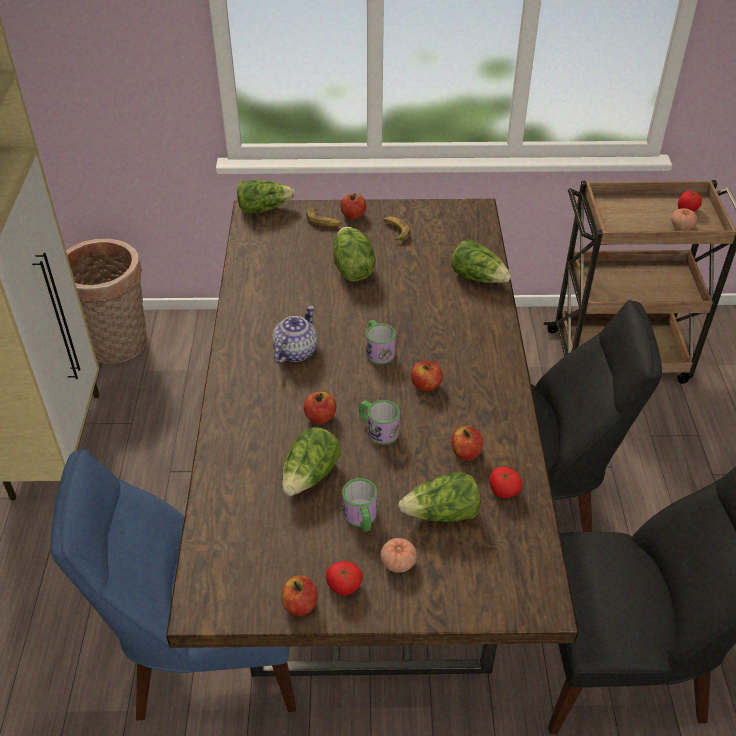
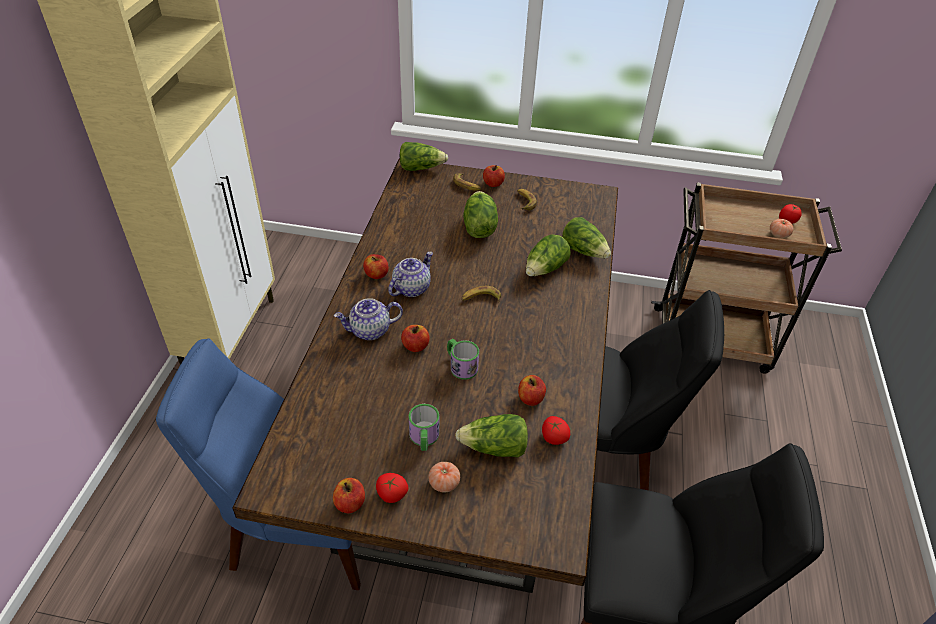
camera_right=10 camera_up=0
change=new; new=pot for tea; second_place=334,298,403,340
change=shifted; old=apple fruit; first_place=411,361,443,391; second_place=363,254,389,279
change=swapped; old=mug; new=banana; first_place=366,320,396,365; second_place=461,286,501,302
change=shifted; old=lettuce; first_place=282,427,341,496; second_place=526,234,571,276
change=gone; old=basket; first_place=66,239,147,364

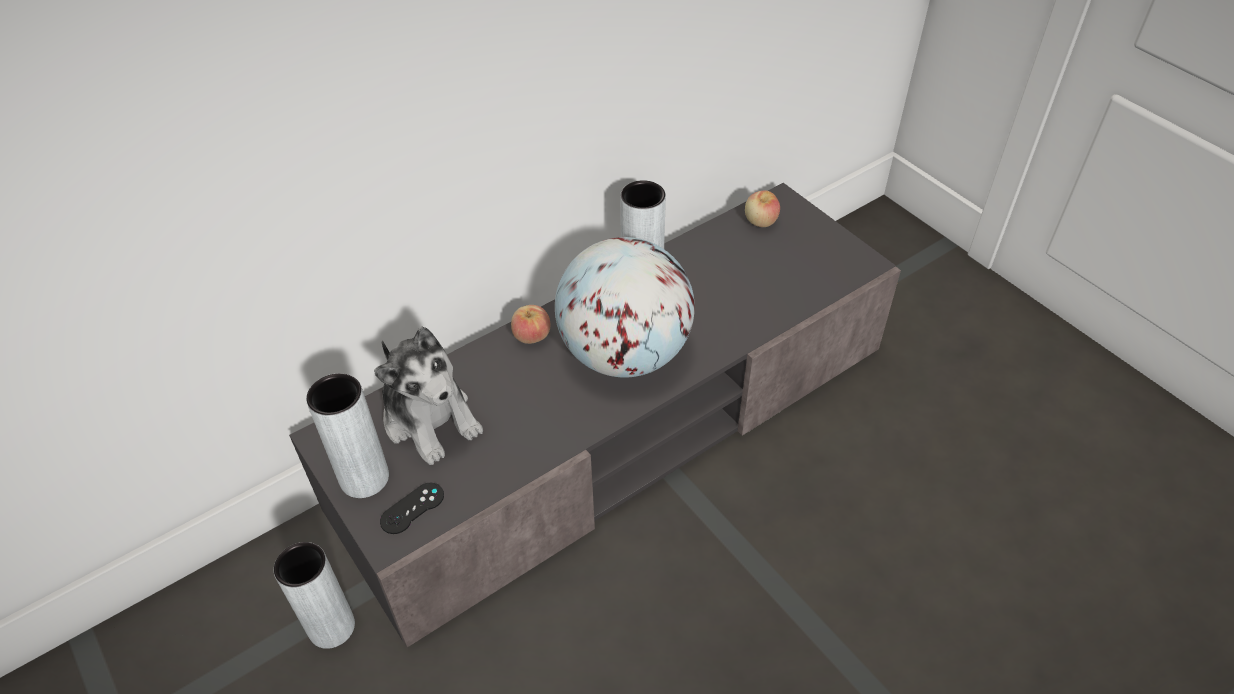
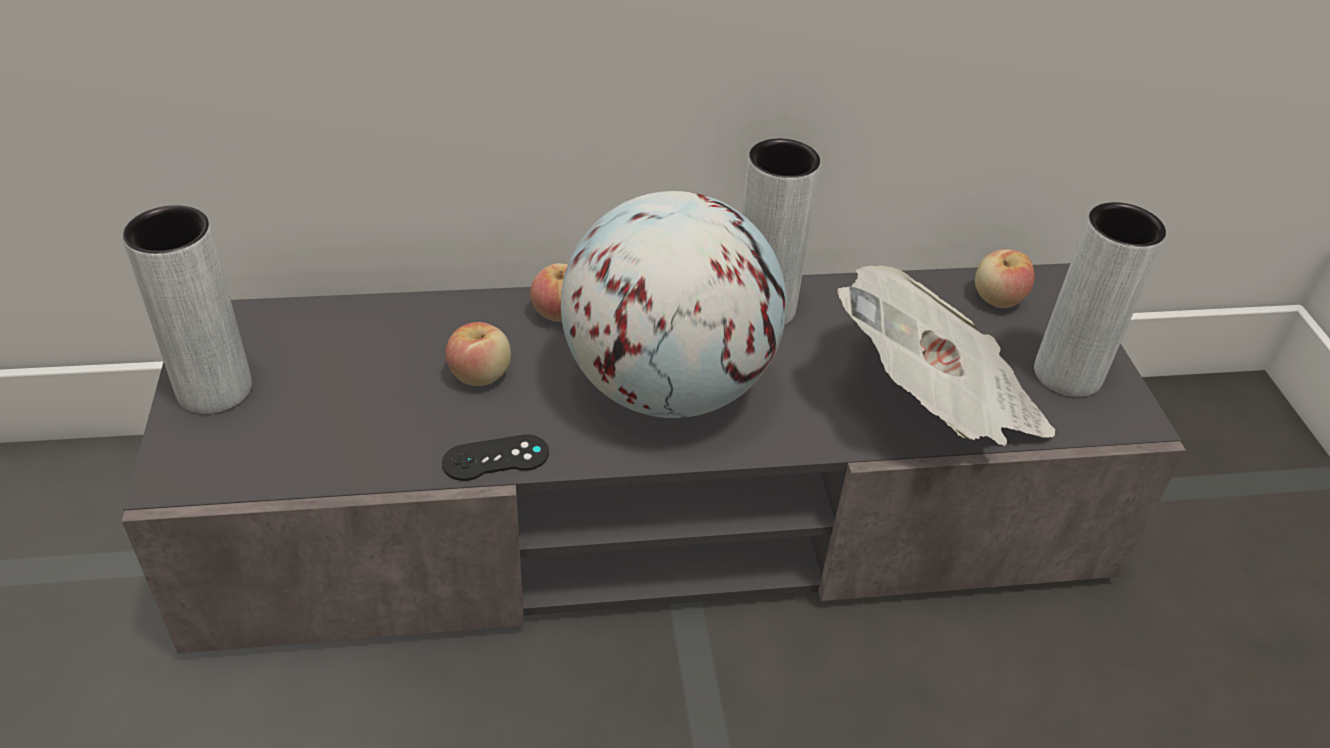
camera_right=25 camera_up=-5
change=shifted; old=black-coloured game controller; first_place=380,483,444,534; second_place=442,434,549,481
change=new; new=apple fruit; second_place=445,322,511,386
change=new; new=daily paper; second_place=837,265,1055,446
change=shifted; old=greyish flower vase; first_place=274,542,355,649; second_place=1034,202,1166,397
change=gone; old=plush toy; first_place=374,327,483,465

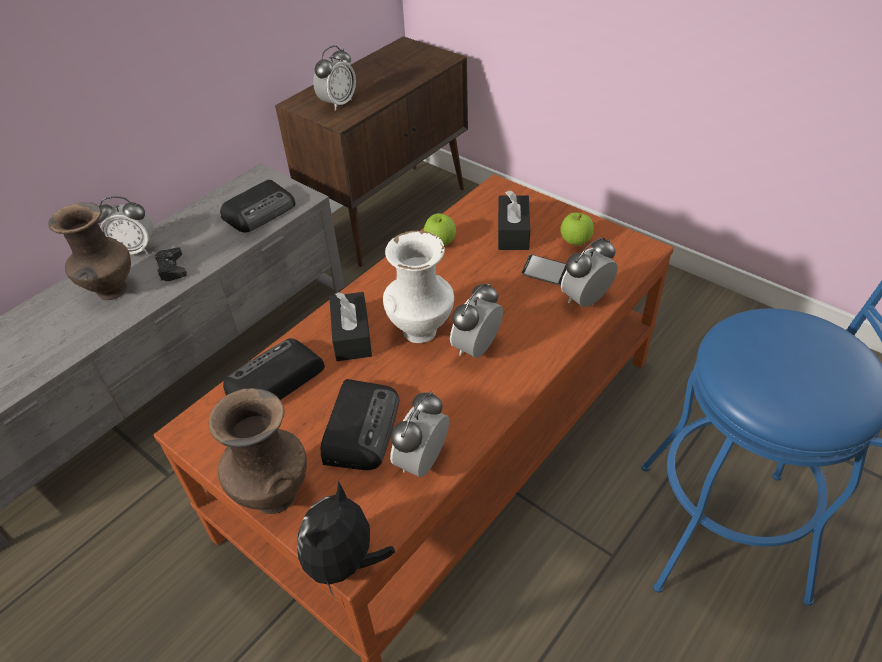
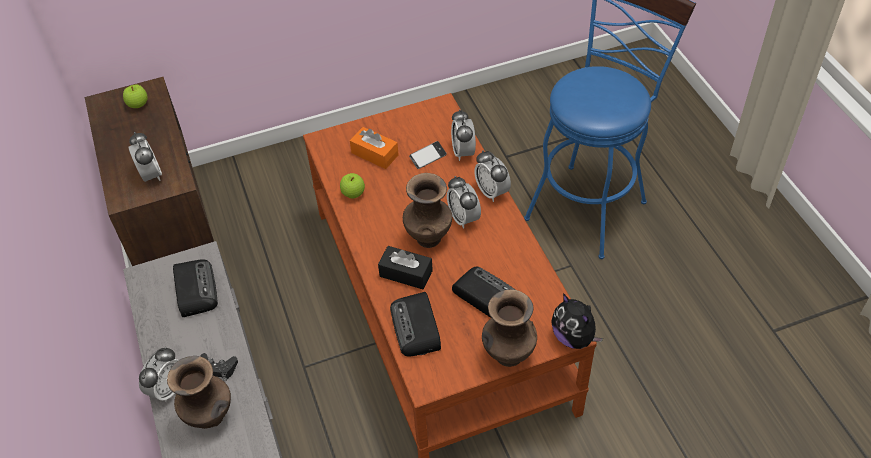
camera_right=-60 camera_up=5
change=shifted; old=apple fruit; first_place=560,212,594,245; second_place=123,84,148,108
change=repainted; old=black-coloured tissue box; new=orangey tissue box; first_place=498,190,530,250; second_place=350,127,399,169
change=repainted; old=whitish flower vase; new=brown flower vase; first_place=383,231,454,343; second_place=403,173,452,248
change=shifted; old=alarm clock; first_place=390,391,449,477; second_place=474,151,511,202

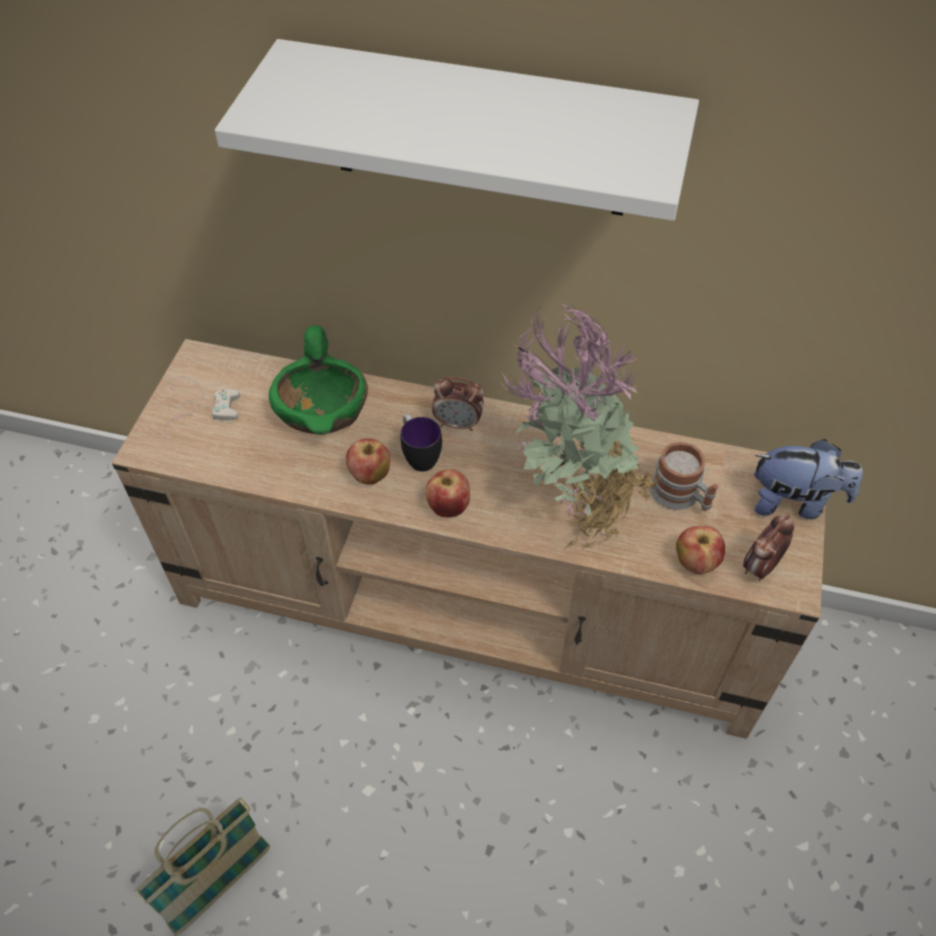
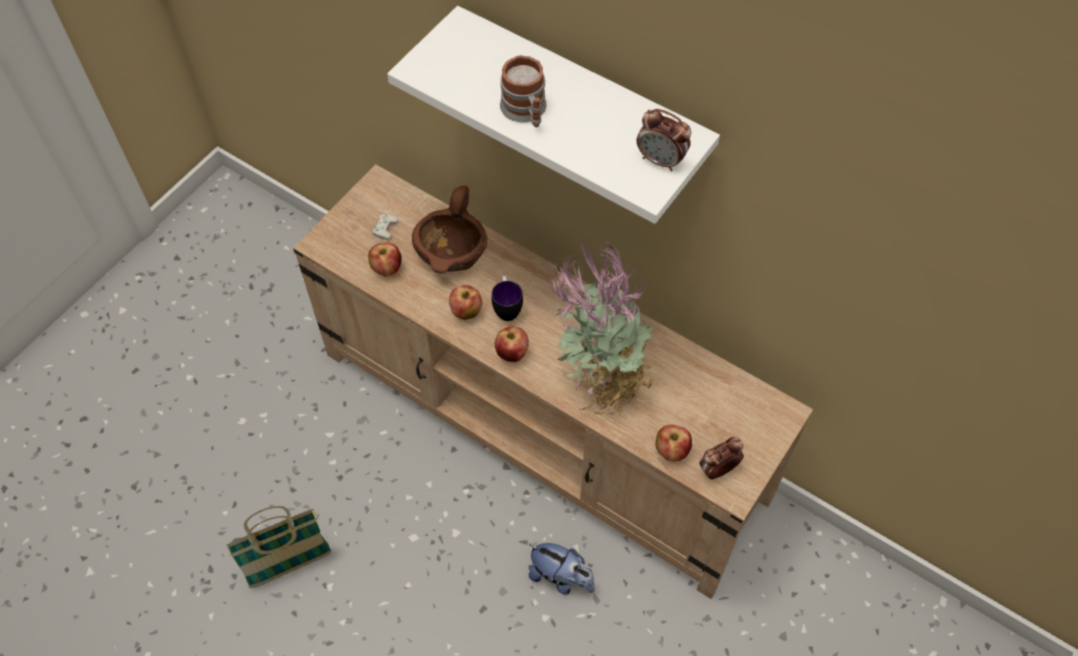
camera_right=20 camera_up=5
change=new; new=apple fruit; second_place=368,242,402,276
change=repainted; old=green deep dish; new=brown deep dish; first_place=269,325,368,435; second_place=412,185,487,274
change=shifted; old=mug; first_place=650,442,718,511; second_place=500,55,547,127
change=shifted; old=plush toy; first_place=754,439,863,519; second_place=529,543,595,595
change=shifted; old=alarm clock; first_place=432,377,484,431; second_place=637,109,691,171

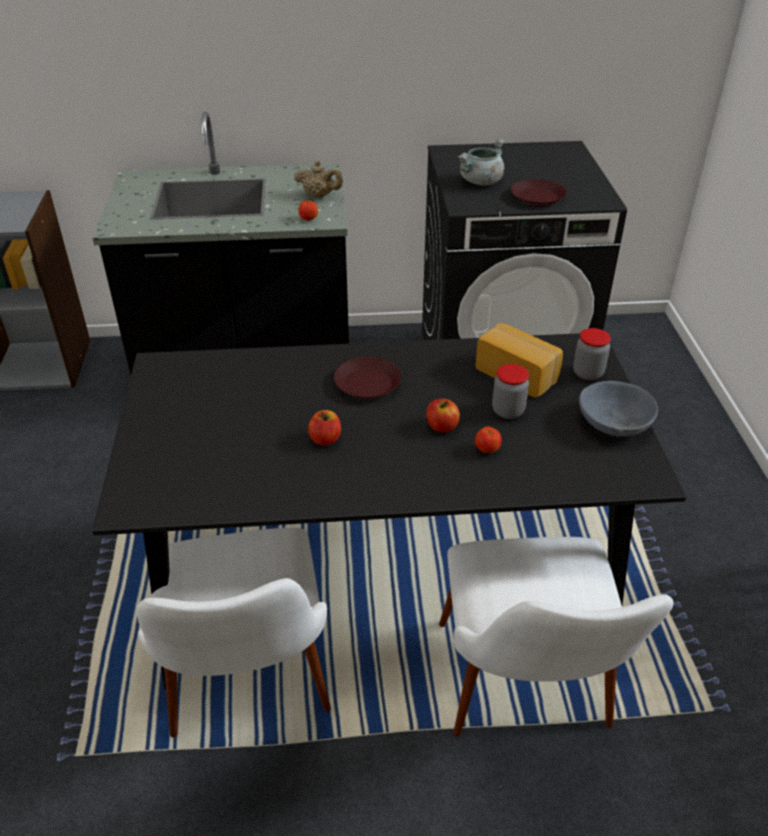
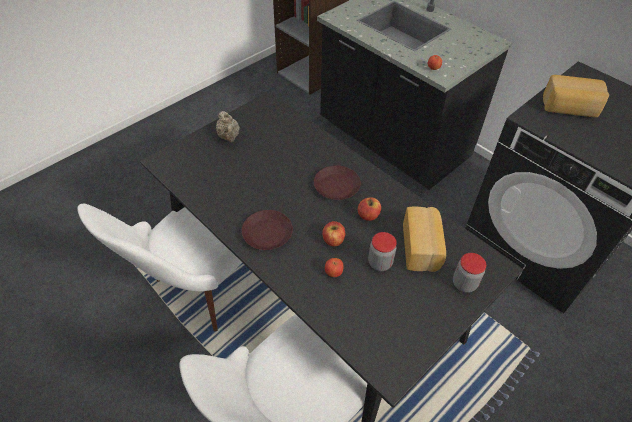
camera_right=50 camera_up=10
change=shifted; old=beige-coloured pot for tea; first_place=294,160,343,197; second_place=216,111,240,142
change=shifted; old=brown flat dish; first_place=511,179,567,206; second_place=242,210,293,250
change=shifted; old=apple fruit; first_place=308,410,341,446; second_place=358,197,381,221
change=swapped; old=greyish stockpot; new=baked bread; first_place=457,138,505,186; second_place=543,75,609,117
change=gone; old=greyish deep dish; first_place=579,381,658,437

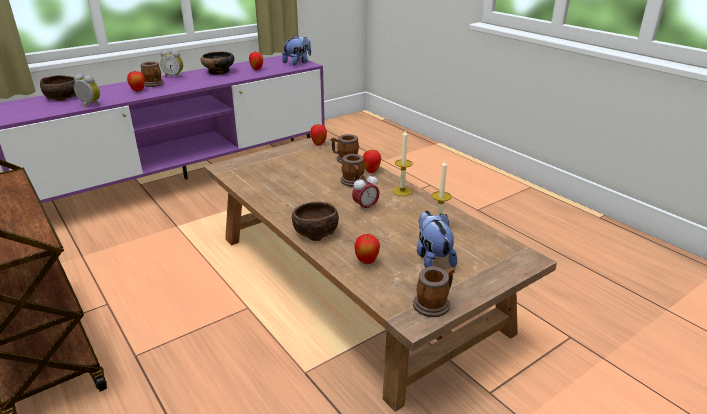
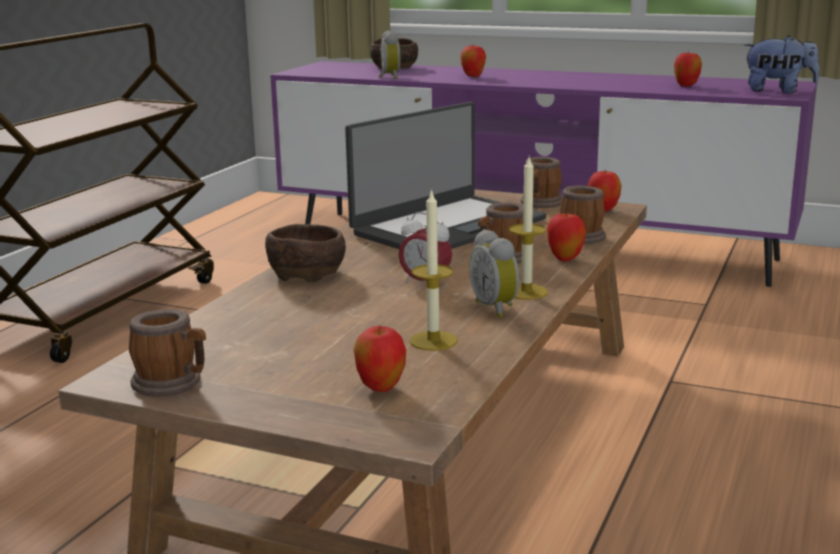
camera_right=60 camera_up=-10
change=new; new=portable computer; second_place=345,102,546,249
change=shifted; old=apple fruit; first_place=354,234,380,264; second_place=353,325,406,392
change=shifted; old=alarm clock; first_place=160,50,183,78; second_place=469,229,519,318
change=shifted; old=mug; first_place=141,61,164,87; second_place=521,157,562,208
change=gone; old=deep dish; first_place=201,52,235,75
change=gone; old=plush toy; first_place=417,211,457,268

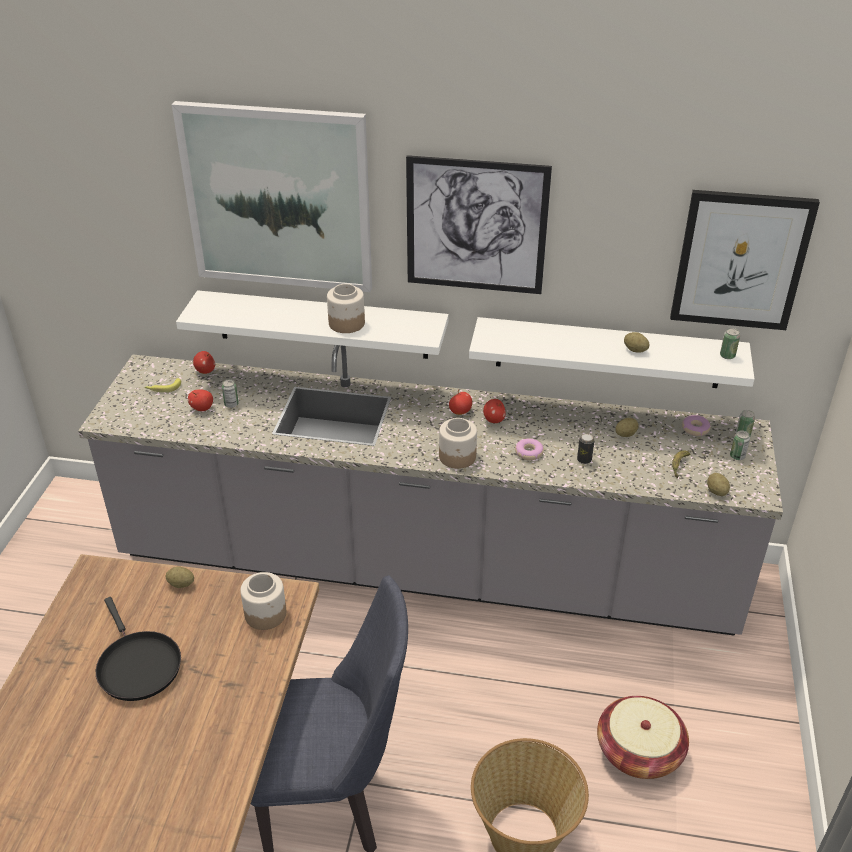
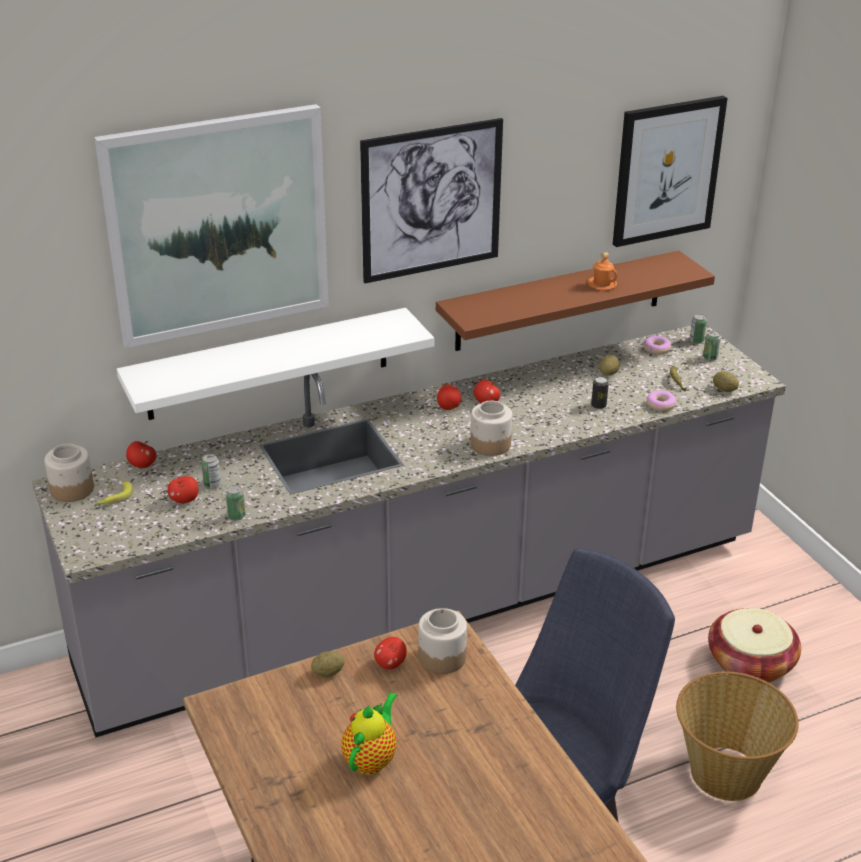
camera_right=-35 camera_up=-5
change=shifted; old=jar; first_place=327,284,365,333; second_place=44,444,94,502
change=shifted; old=sealed can; first_place=720,328,740,359; second_place=225,485,245,521
change=swapped; old=black-coloured pan; new=pot for tea; first_place=96,597,181,701; second_place=341,692,397,775
change=new; new=apple fruit; second_place=374,637,407,670
change=repainted; old=whitish shelf; new=brown shelf; first_place=469,317,754,388; second_place=436,251,715,351
change=swapped; old=spud; new=orangey mug; first_place=624,332,649,353; second_place=587,252,617,290
change=shifted; old=ring doughnut; first_place=515,438,544,460; second_place=646,391,676,411

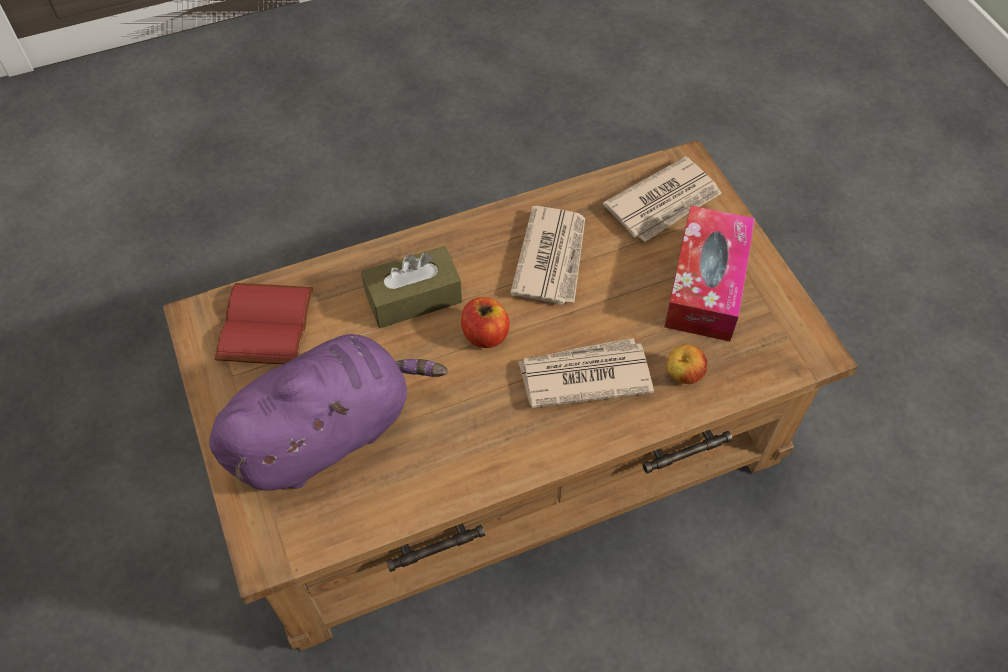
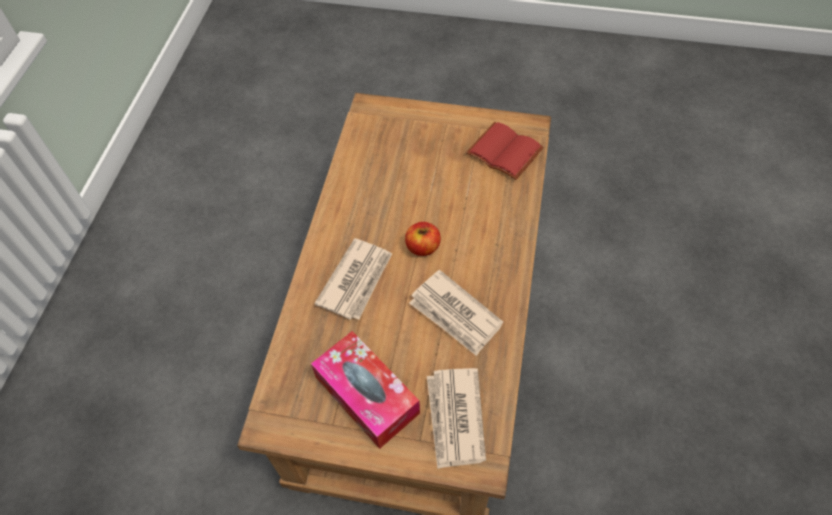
camera_right=125 camera_up=0
change=gone; old=purplish plush toy; first_place=209,334,448,490
change=gone; old=brown tissue box; first_place=361,246,462,328
change=gone; old=apple fruit; first_place=666,344,708,384

